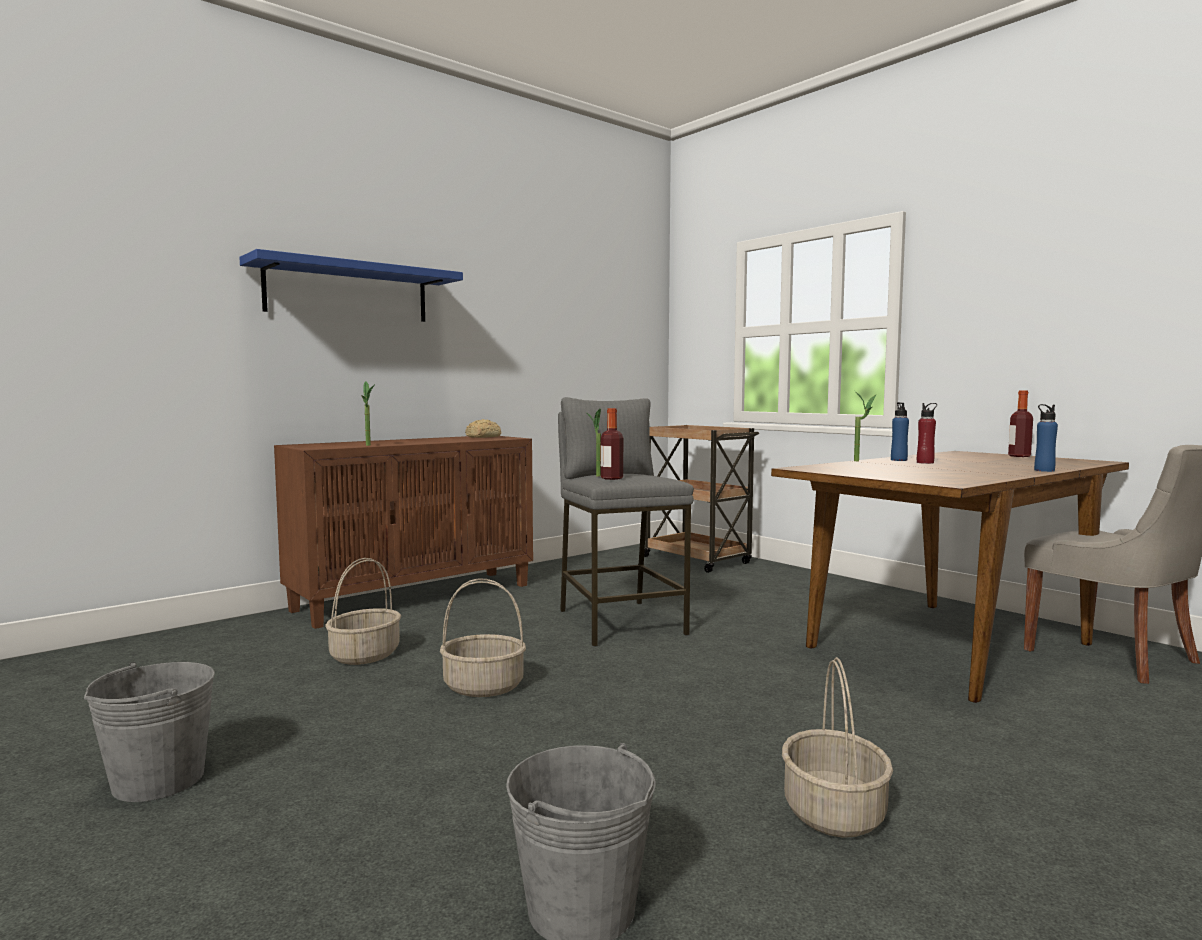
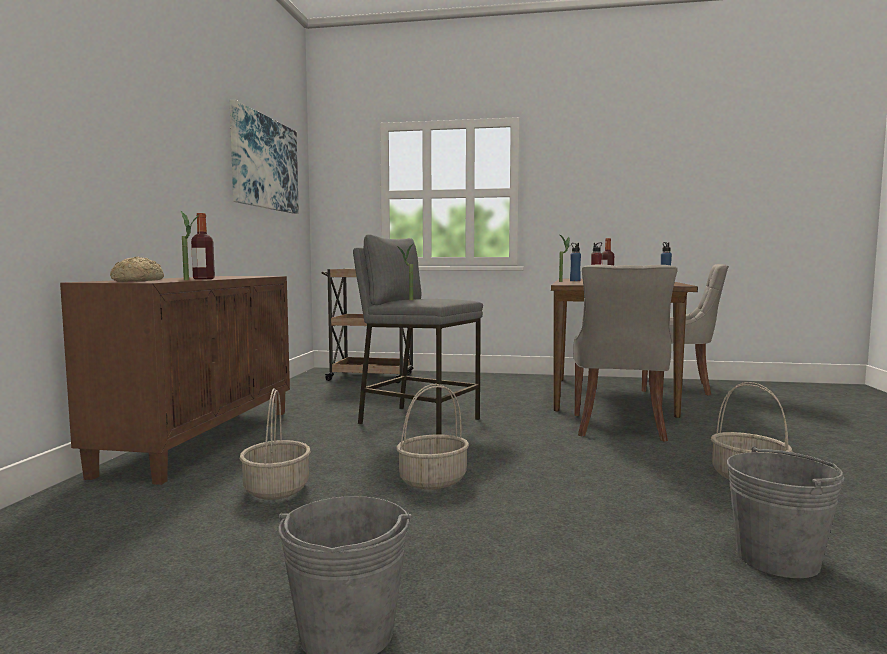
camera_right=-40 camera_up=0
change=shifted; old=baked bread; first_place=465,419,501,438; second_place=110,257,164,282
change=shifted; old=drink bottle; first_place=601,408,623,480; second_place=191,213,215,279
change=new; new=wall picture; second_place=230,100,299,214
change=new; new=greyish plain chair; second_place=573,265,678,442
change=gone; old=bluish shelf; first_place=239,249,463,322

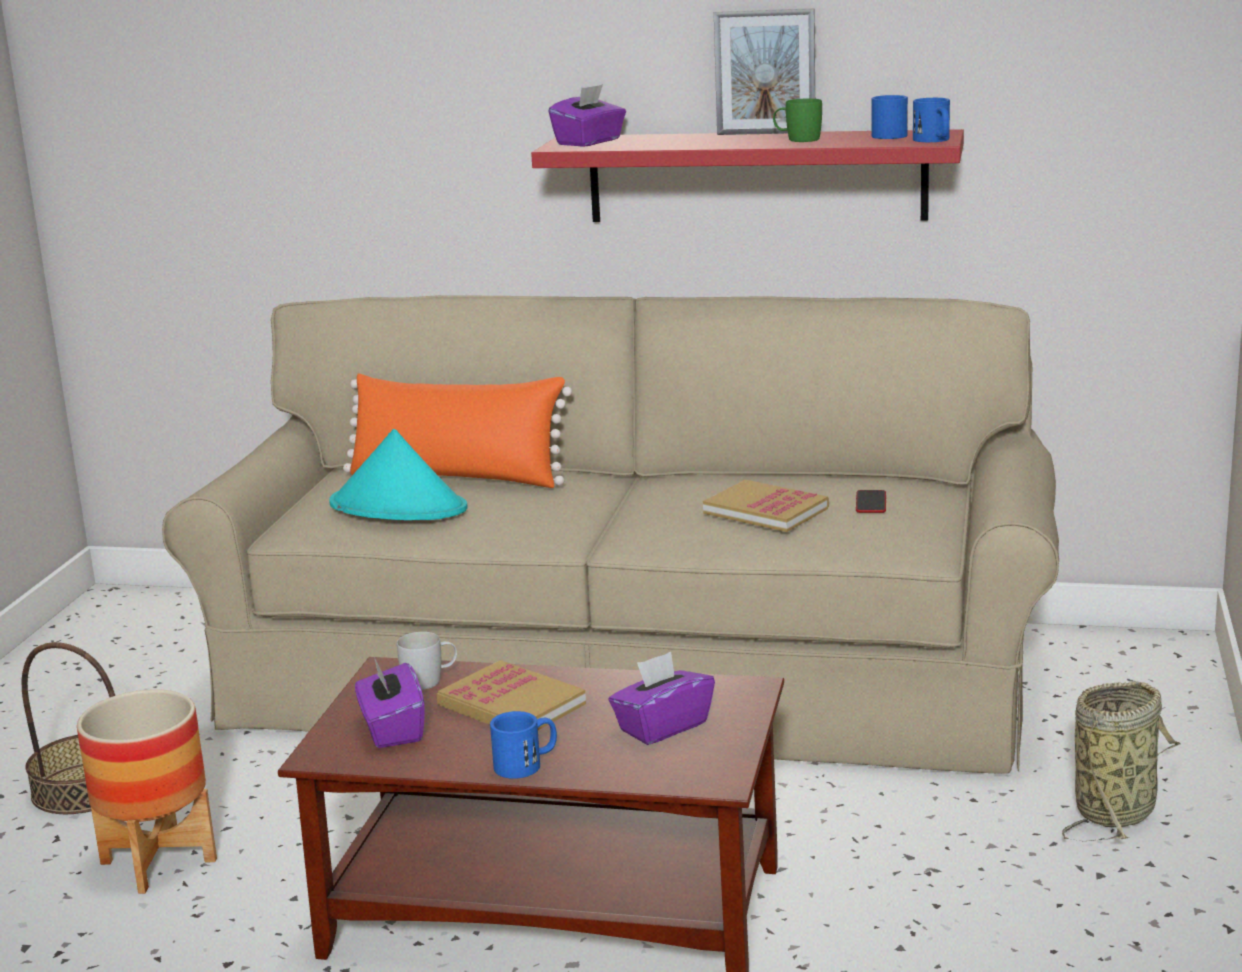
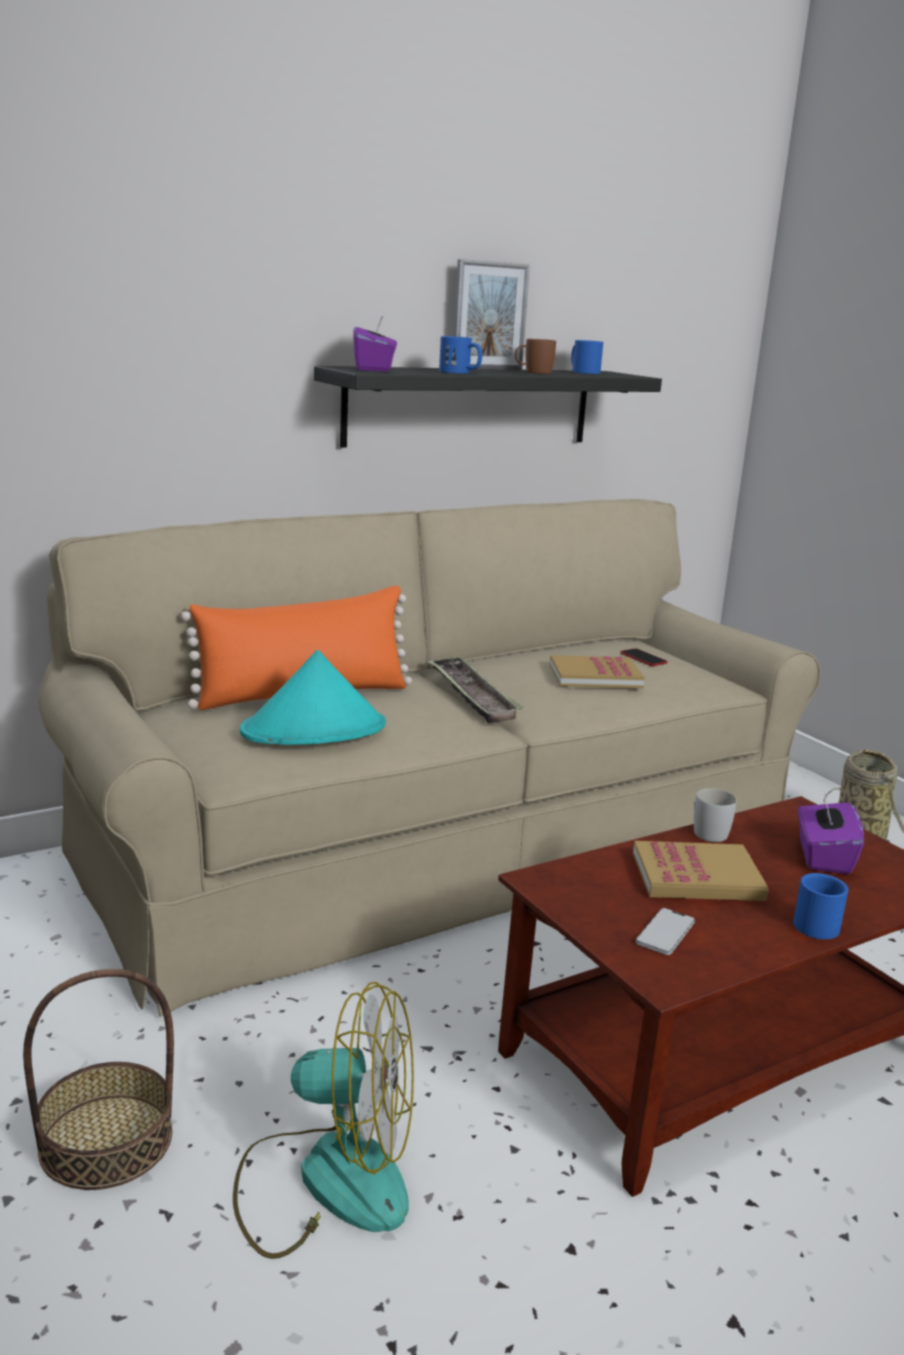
camera_right=-45 camera_up=0
change=swapped; old=plant pot; new=cooling fan; first_place=77,689,217,894; second_place=233,982,414,1259
change=repainted; old=red-coloured shelf; new=black-coloured shelf; first_place=531,129,964,222; second_place=314,366,662,448
change=new; new=serving tray; second_place=427,656,523,723
change=shifted; old=bluish mug; first_place=913,98,950,142; second_place=439,336,482,373
change=repainted; old=green mug; new=brown mug; first_place=773,99,822,142; second_place=515,339,556,374
change=swapped; old=purplish tissue box; new=phone; first_place=355,657,425,748; second_place=636,908,695,955
change=shifted; old=whitish mug; first_place=397,632,457,690; second_place=694,788,737,842

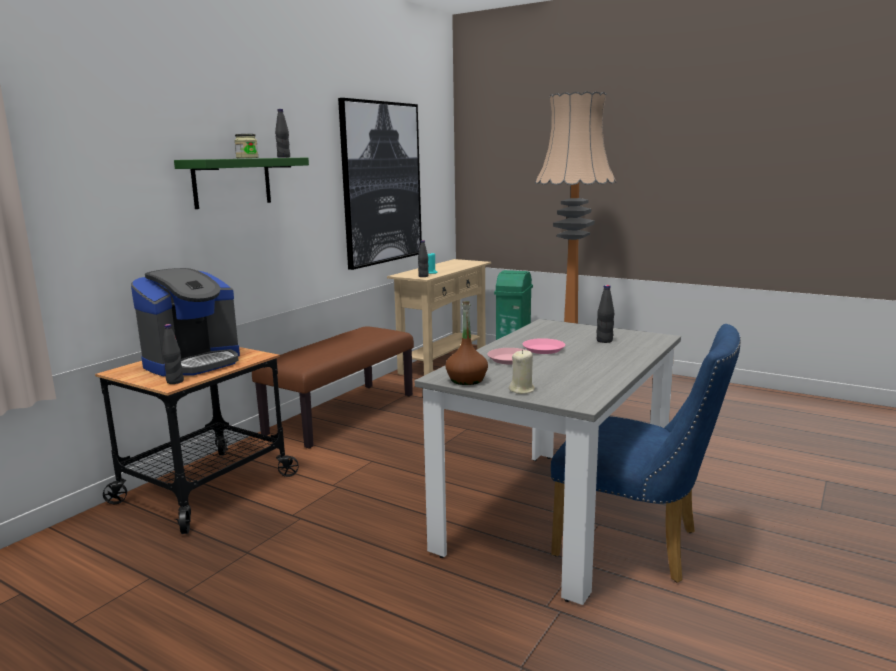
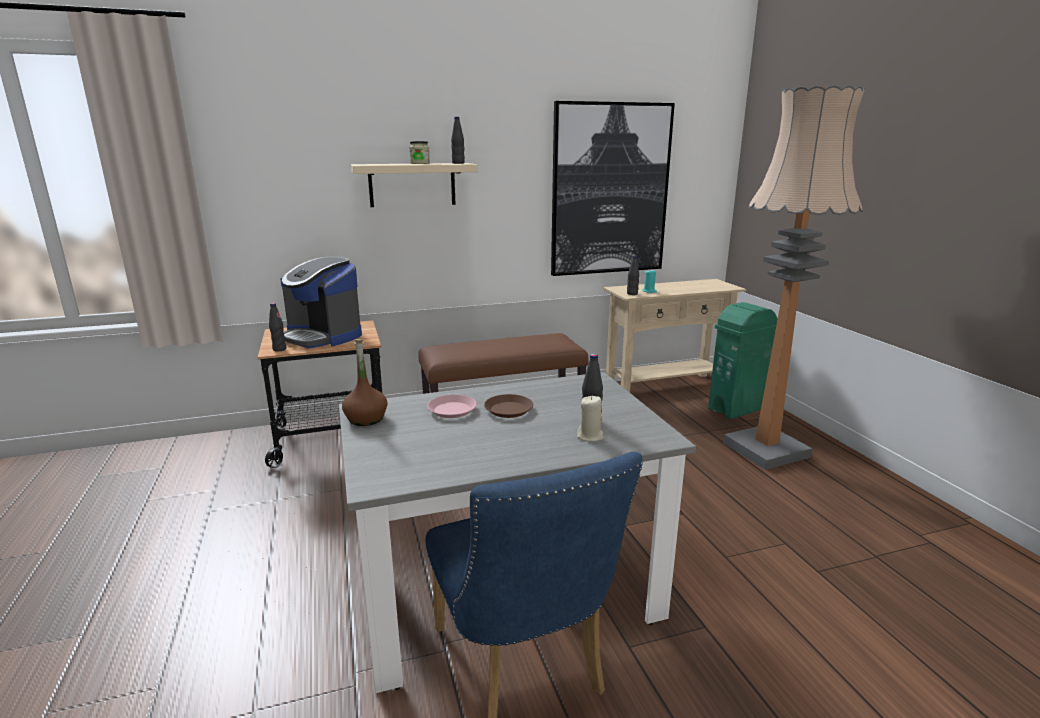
camera_right=40 camera_up=5
change=rotated; old=coffee brewer; first_place=131,268,240,376; second_place=281,257,362,348; degrees=45
change=repainted; old=green shelf; new=beige-coloured shelf; first_place=174,157,309,209; second_place=351,163,478,207
change=repainted; old=pink flat dish; new=brown flat dish; first_place=523,338,565,354; second_place=484,394,533,418
change=shifted; old=beige-coloured candle; first_place=509,350,535,394; second_place=577,396,604,442

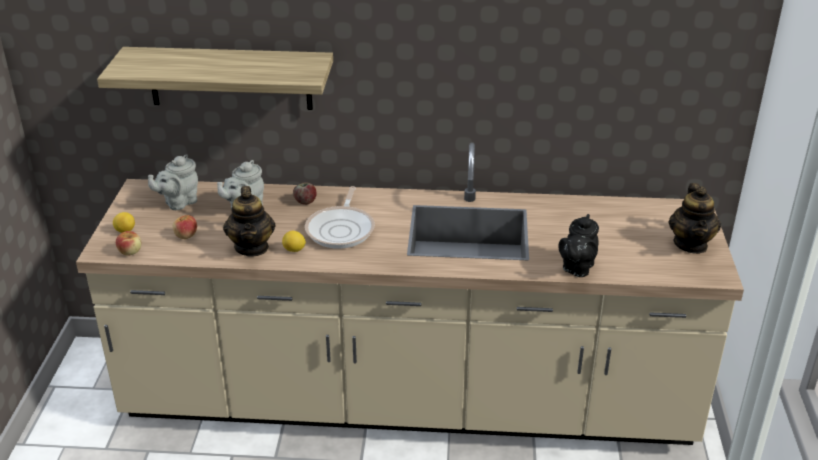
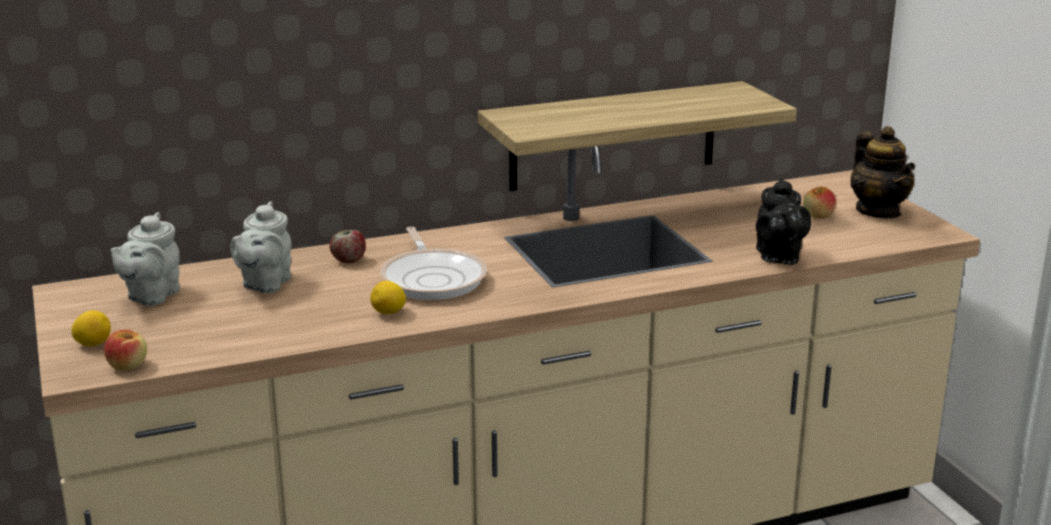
camera_right=-25 camera_up=-10
change=shifted; old=shelf; first_place=97,47,333,110; second_place=478,81,797,191
change=shifted; old=apple fruit; first_place=173,215,197,239; second_place=803,187,836,219
change=gone; old=pot for tea; first_place=223,186,275,257

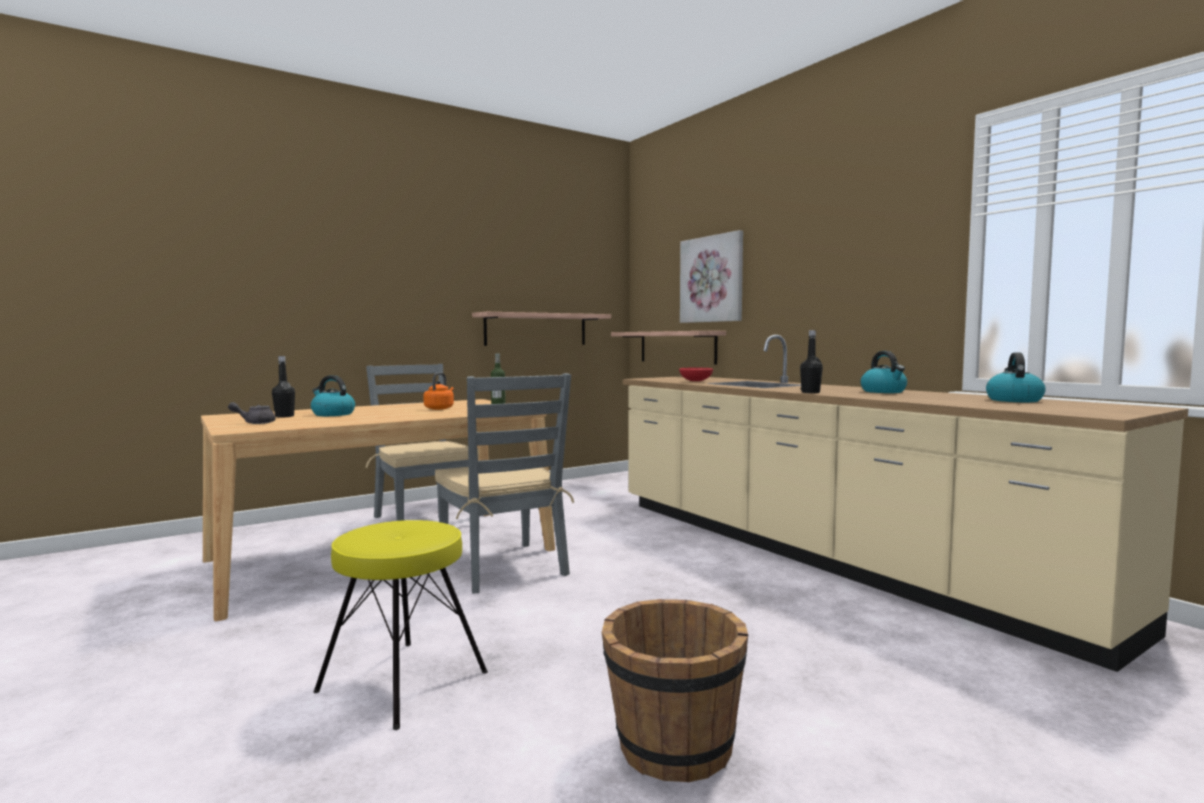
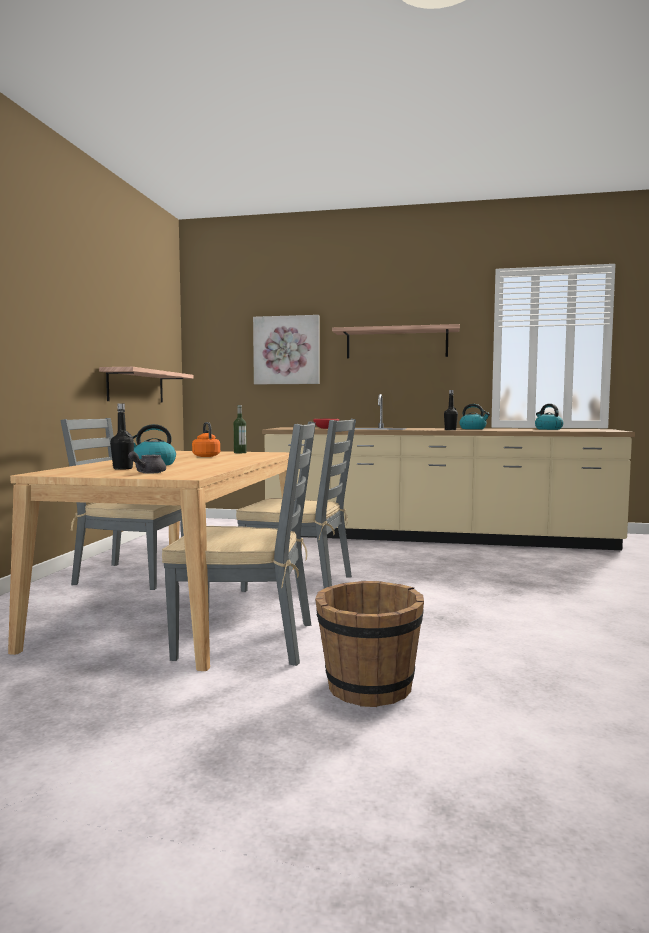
camera_right=-45 camera_up=0
change=new; new=greyish plain chair; second_place=162,421,316,666
change=shifted; old=brown bucket; first_place=602,599,748,782; second_place=315,581,424,707
change=shifted; old=shelf; first_place=611,331,726,365; second_place=332,324,460,358
change=gone; old=yellow-coloured stool seat; first_place=313,520,488,730

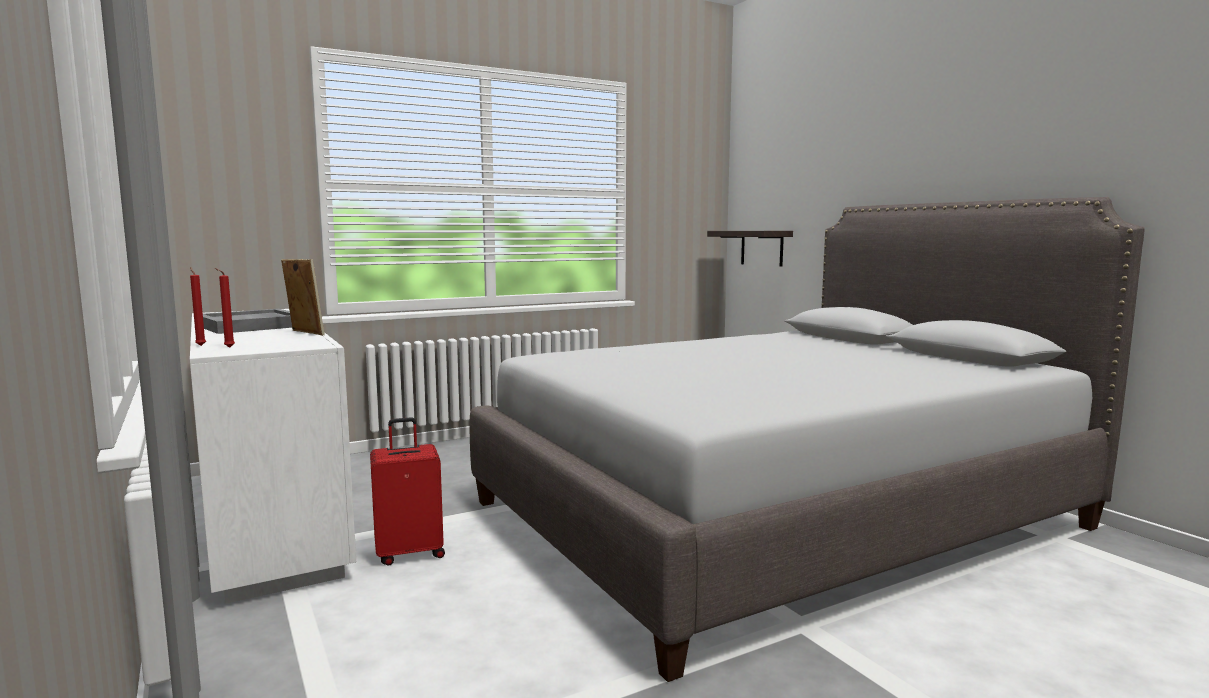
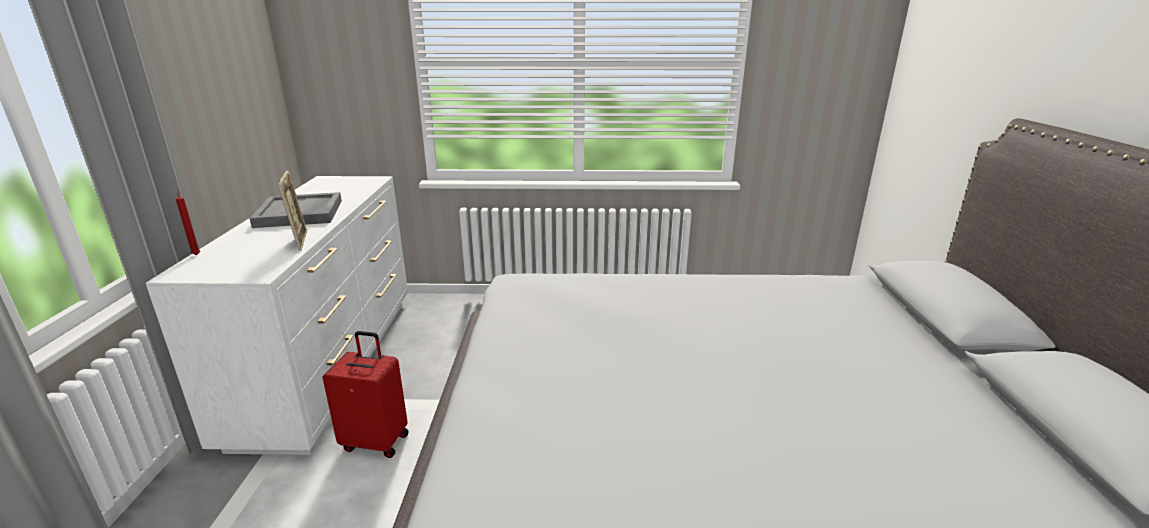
camera_right=30 camera_up=15
change=gone; old=red-coloured candle; first_place=214,268,235,348
change=gone; old=shelf; first_place=707,231,793,267

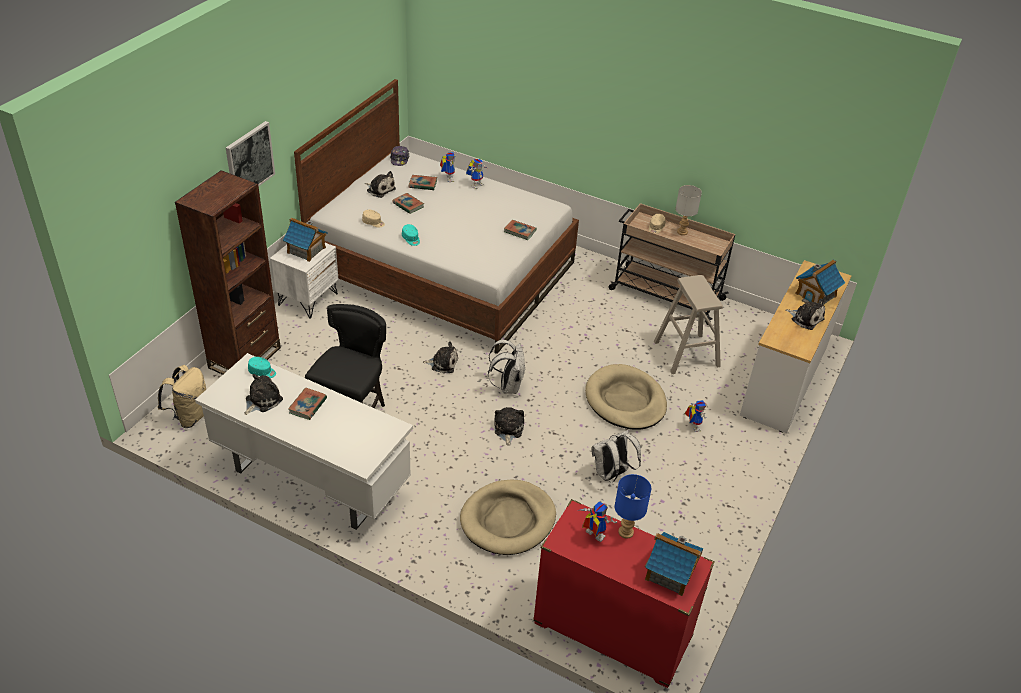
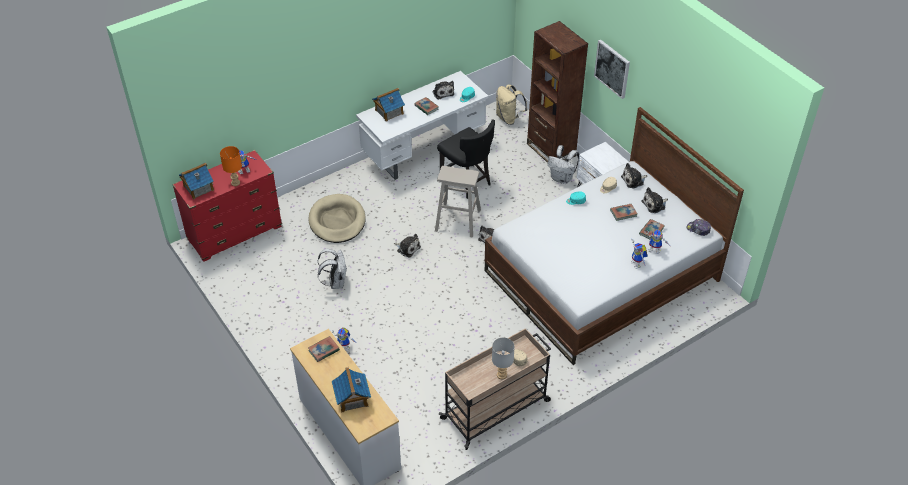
camera_right=120 camera_up=5
change=repainted; old=bluish table lamp; new=orangey table lamp; first_place=615,474,651,539; second_place=220,146,242,186
change=shifted; old=book; first_place=504,220,536,240; second_place=308,336,340,362
change=shifted; old=miniature house; first_place=283,218,328,262; second_place=372,88,405,122
change=shifted; old=beige-coloured stool seat; first_place=654,275,723,374; second_place=435,166,481,238
change=shifted; old=whitish backpack; first_place=488,340,526,394; second_place=548,145,579,184
change=shifted; old=plush toy; first_place=786,298,825,330; second_place=621,163,647,188
change=gone; old=beige-coloured pet bed; first_place=585,364,667,430

